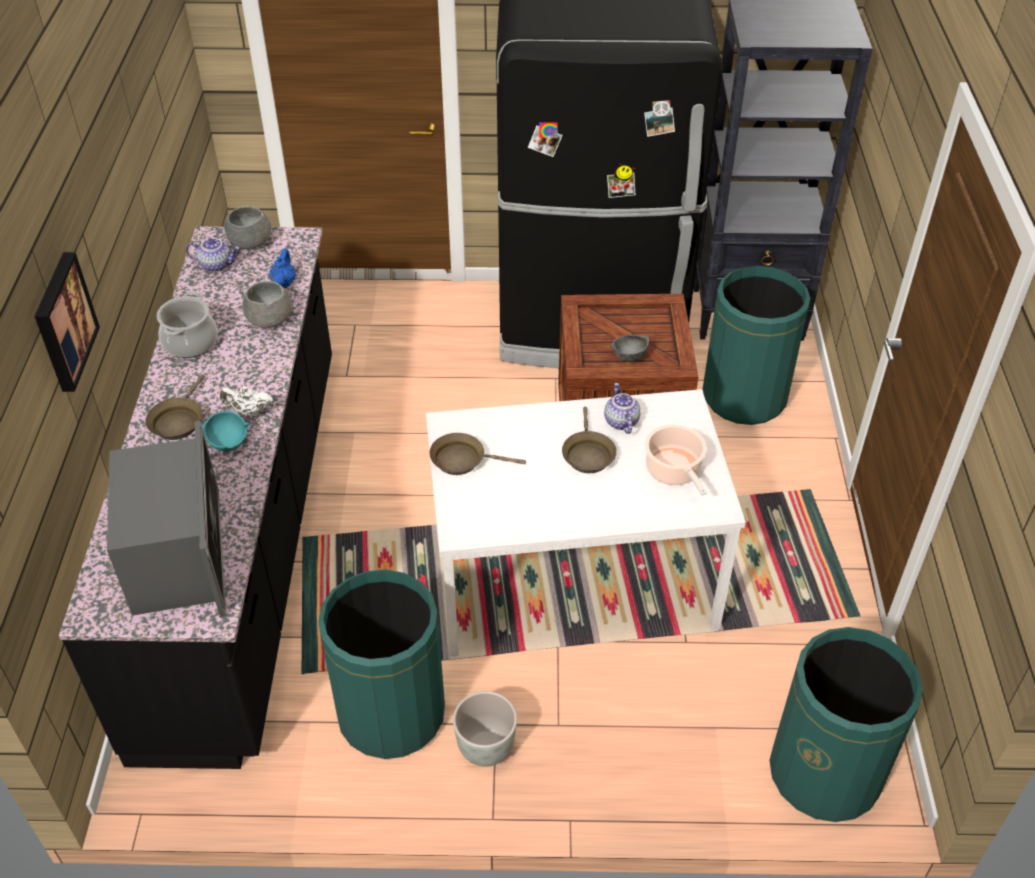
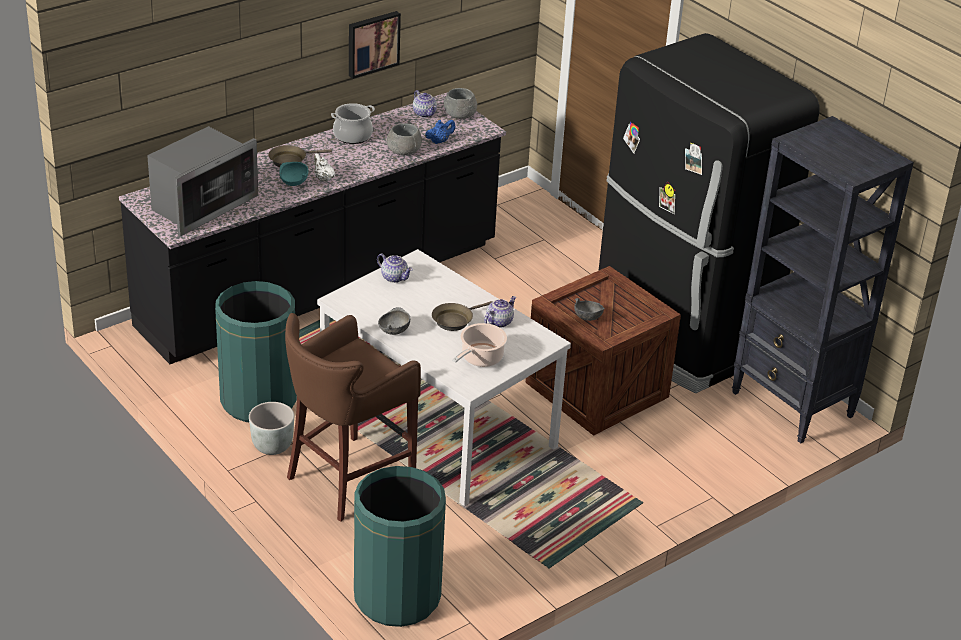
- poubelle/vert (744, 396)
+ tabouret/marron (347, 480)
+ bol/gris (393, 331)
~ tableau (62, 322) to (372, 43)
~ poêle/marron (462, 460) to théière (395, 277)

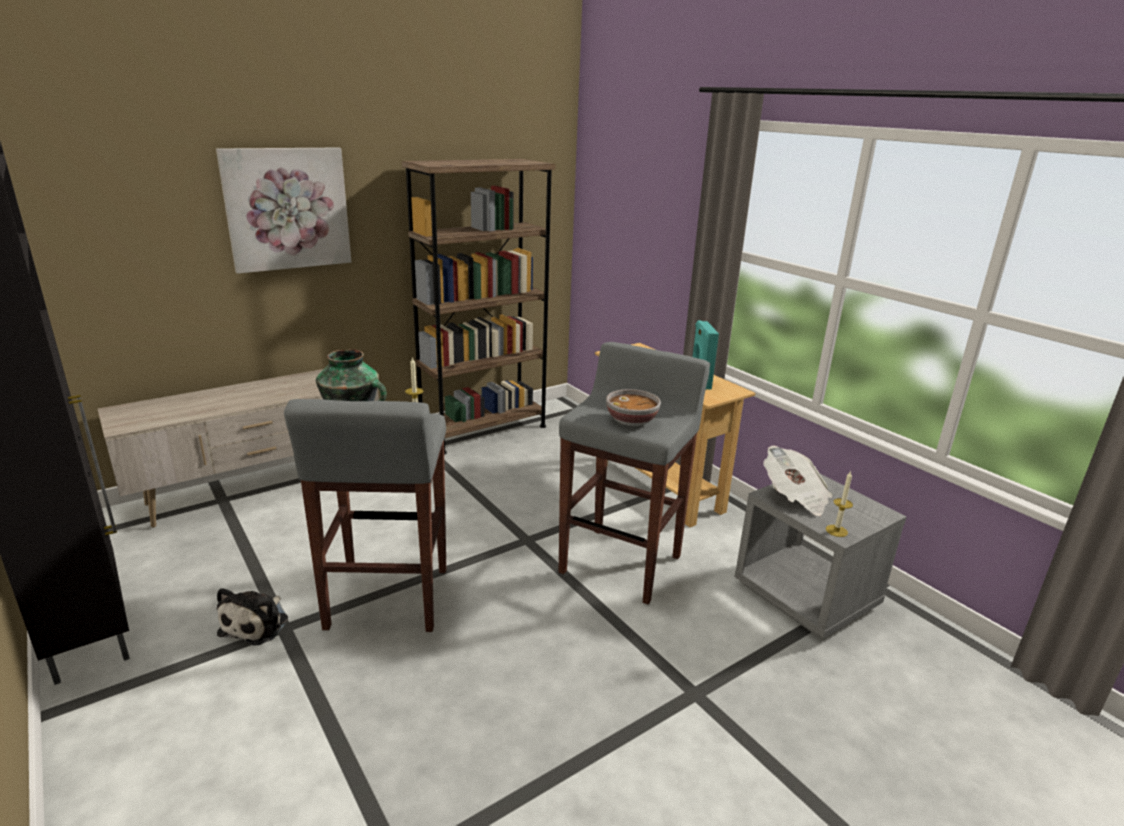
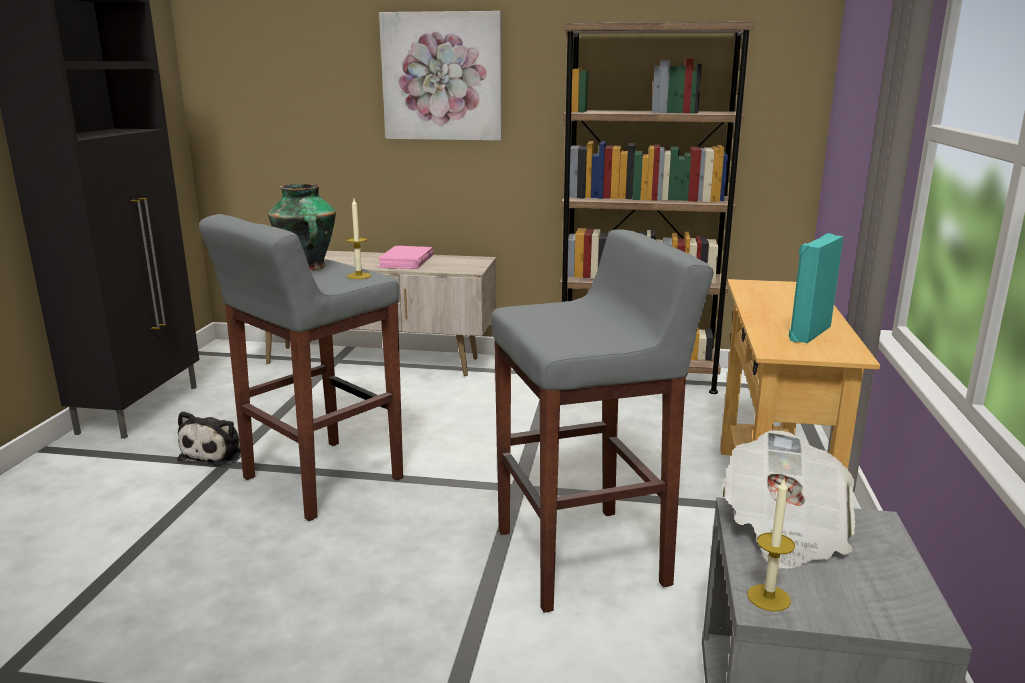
- bol (632, 421)
+ livre/rose (406, 261)
~ peluche (257, 624) = (216, 453) 45 degrees counterclockwise

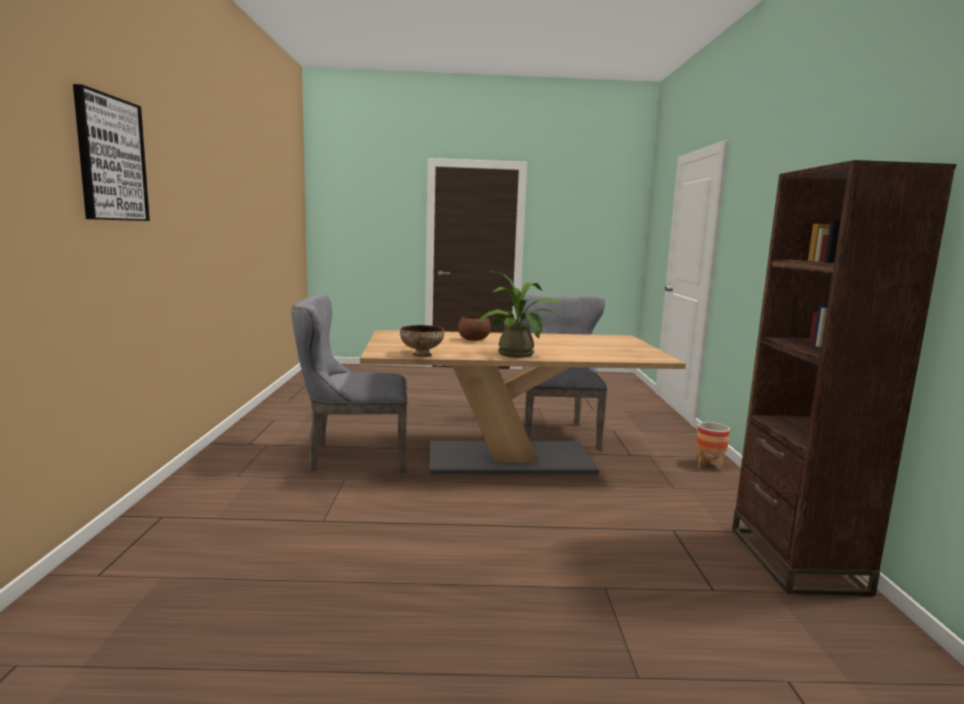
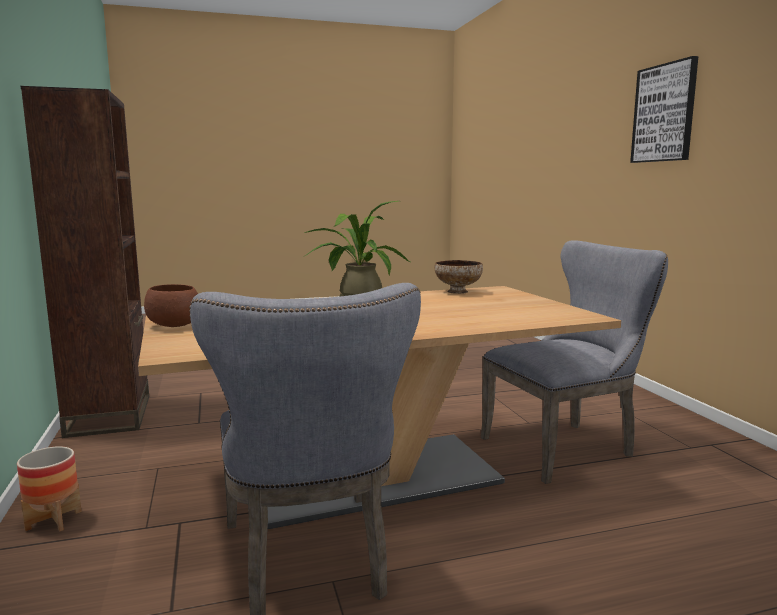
~ bol/marron (473, 339) to (175, 325)

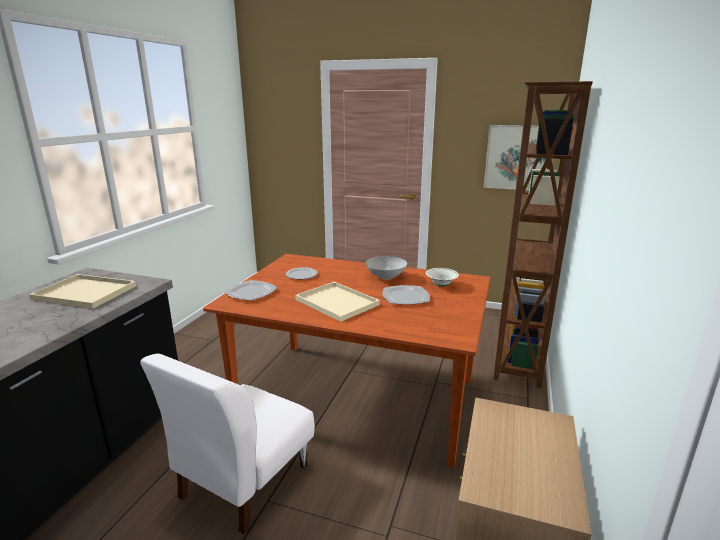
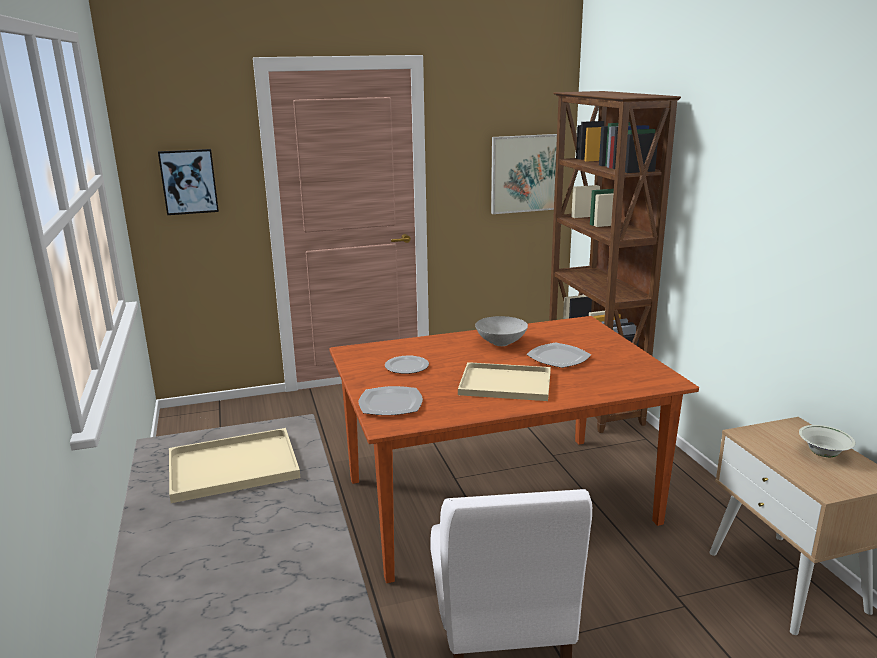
+ tableau (189, 181)
~ bol/blanc (441, 285) to (823, 454)

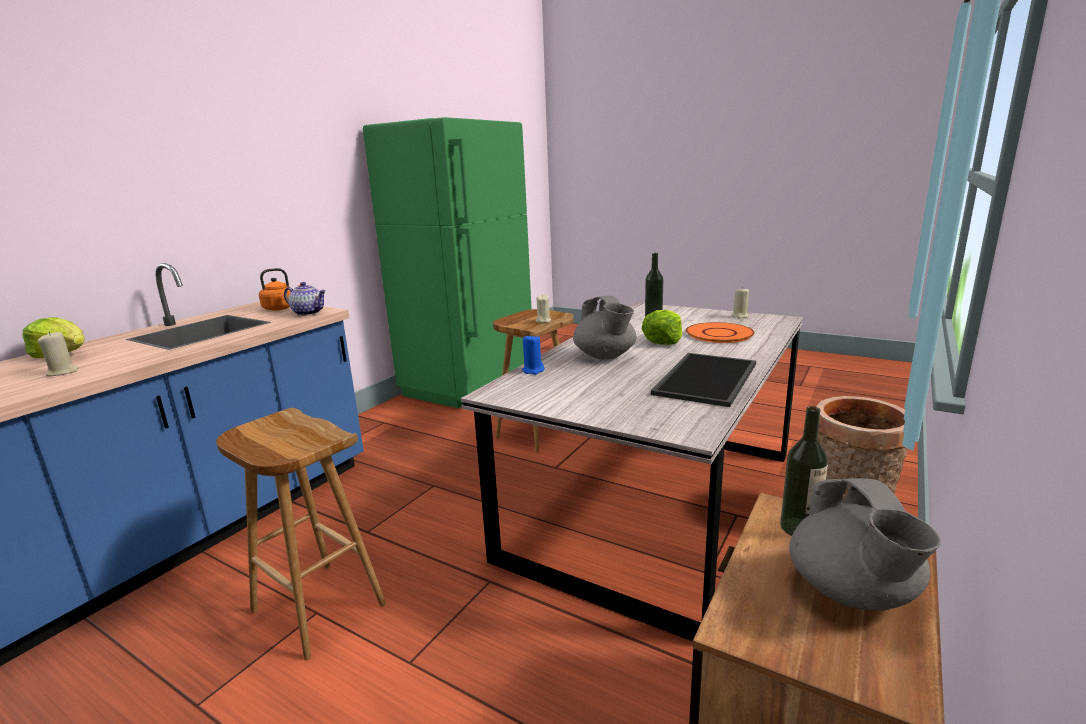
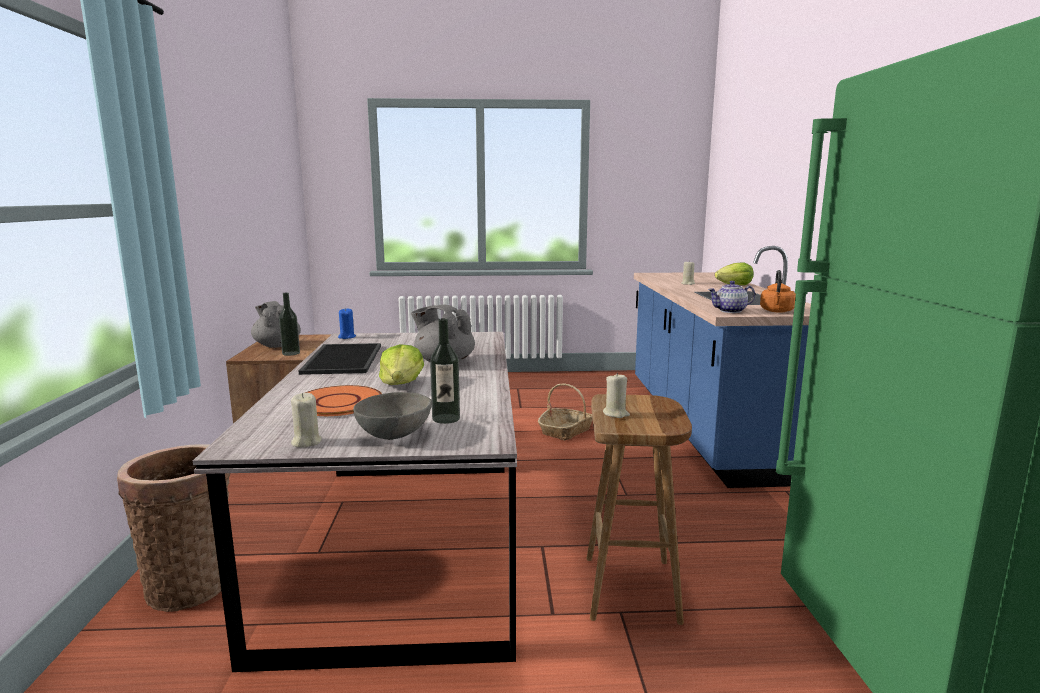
+ bol/gris (395, 434)
~ bougie/bleu (533, 370) to (346, 337)
~ tabouret/marron (316, 607) to panier (566, 431)

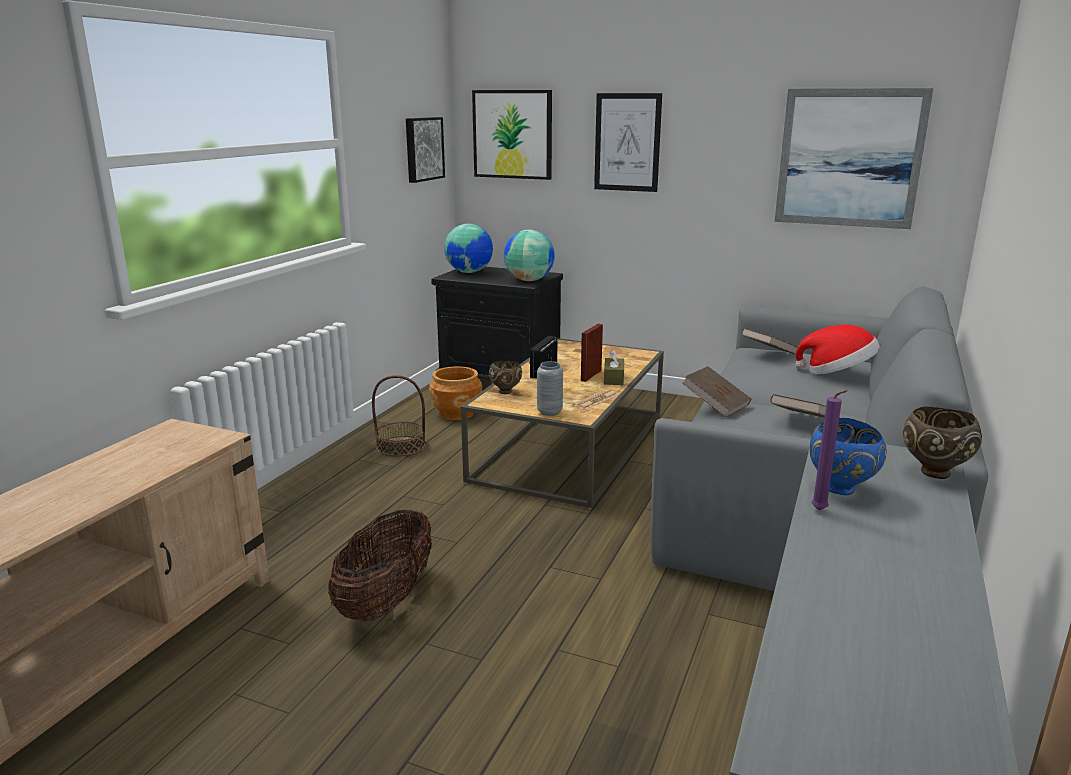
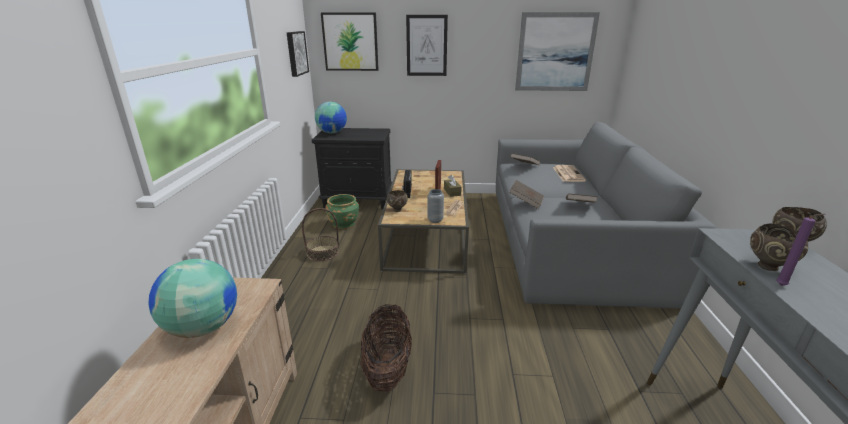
~ globe (528, 280) to (202, 327)
~ chapeau (837, 373) to journal (567, 174)
~ cache-pot/marron (456, 413) to cache-pot/vert (343, 224)
~ bol/bleu (841, 490) to bol/marron (769, 267)

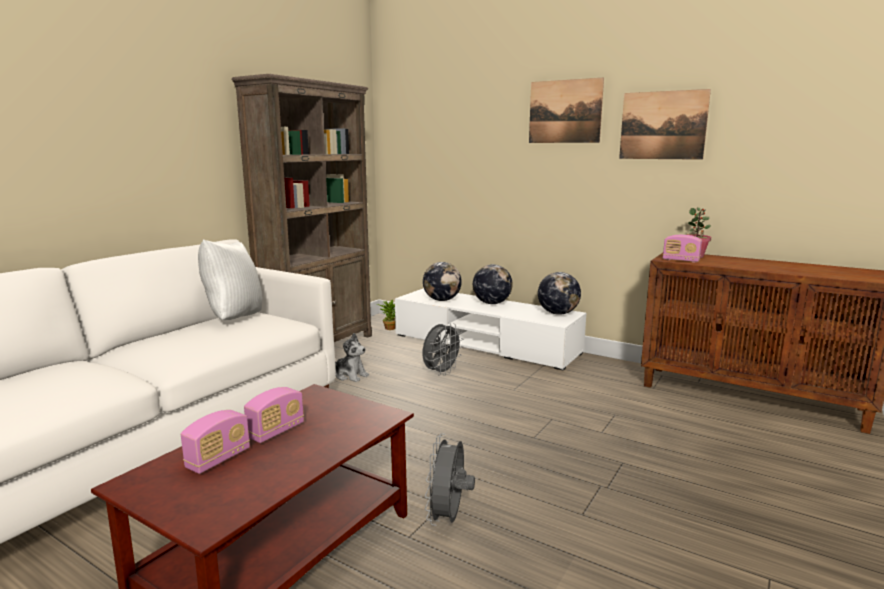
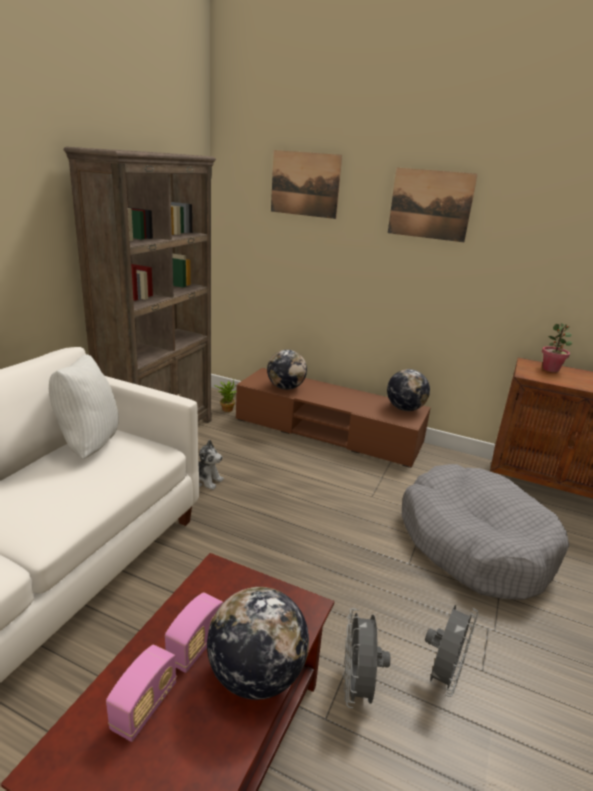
- radio (680, 260)
+ panier pour chien/gris (474, 543)
~ ventilateur/gris (441, 372) to (443, 675)
~ globe (491, 303) to (256, 675)
~ tableau (662, 125) to (305, 184)
~ meuble télé/blanc (485, 344) to meuble télé/marron (328, 432)

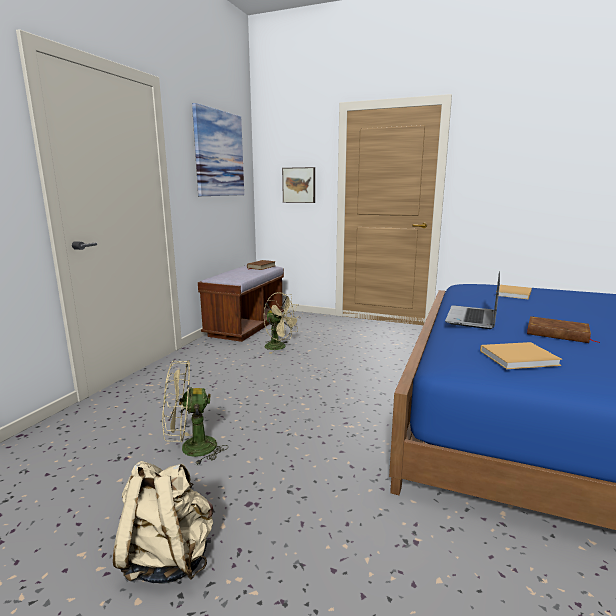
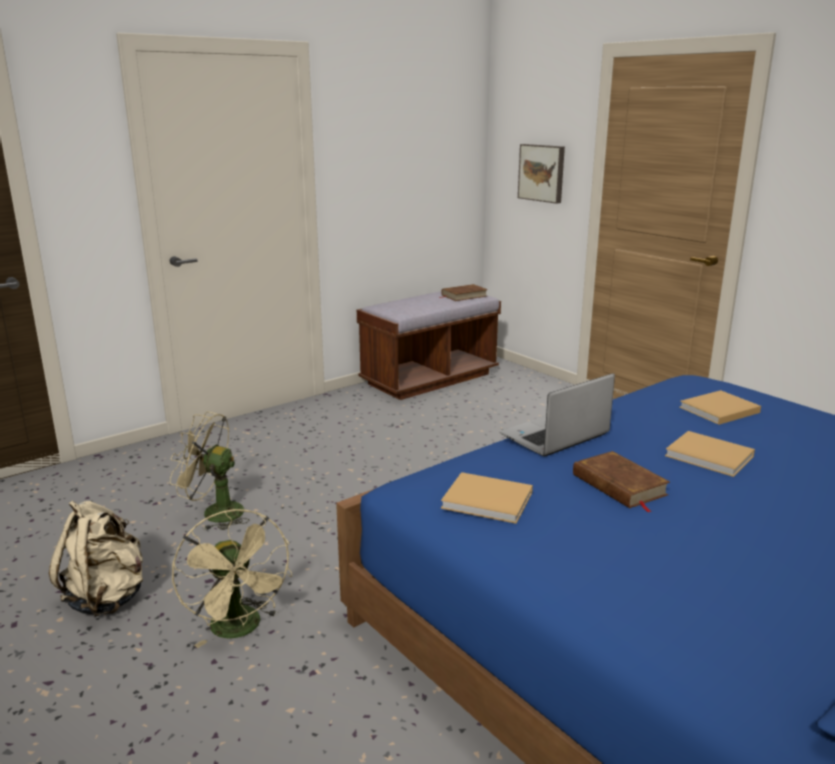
- tableau (219, 154)
+ livre/beige (711, 457)
~ ventilateur/beige (279, 347) to (240, 629)

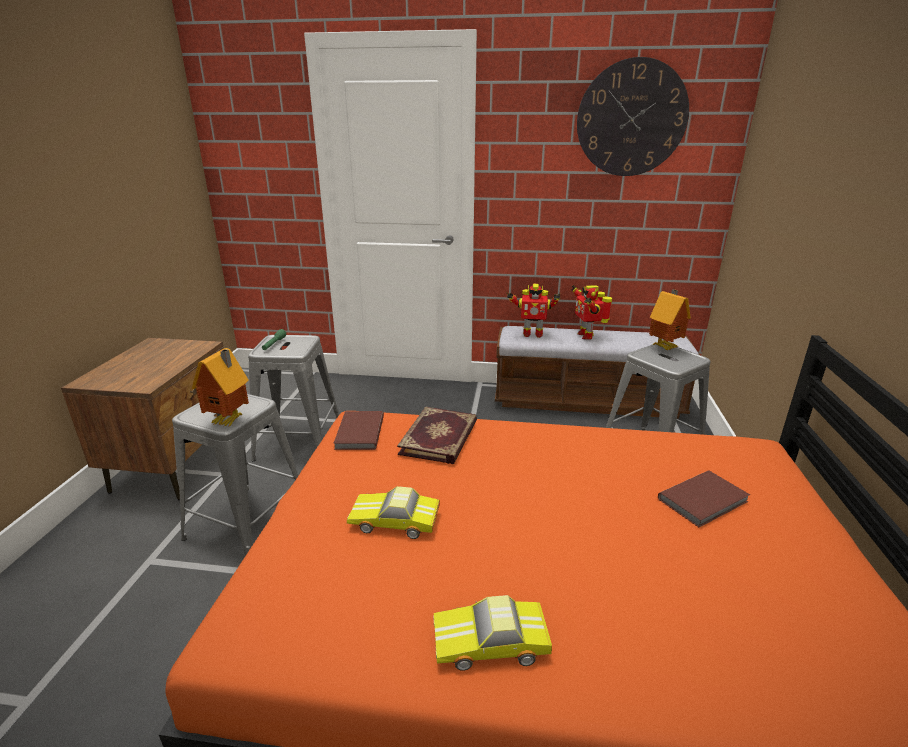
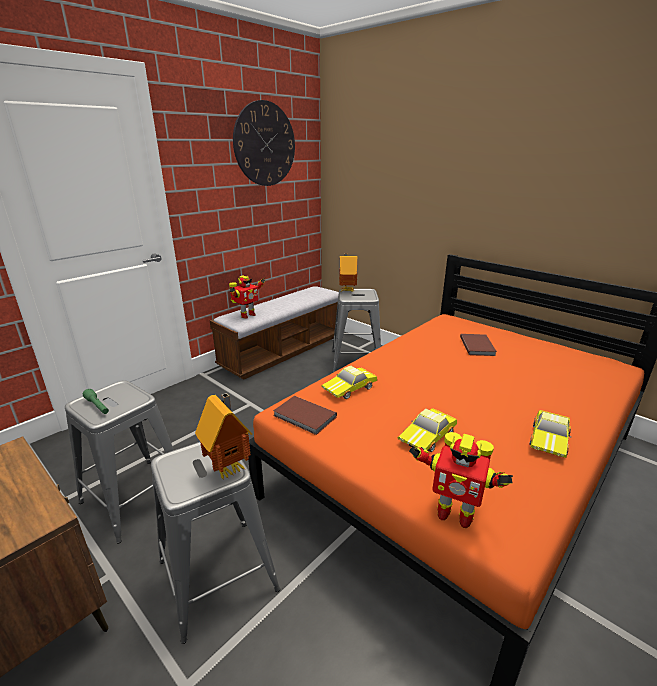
~ robot jouet (586, 335) to (453, 513)
~ livre (440, 438) to petite voiture (350, 388)

